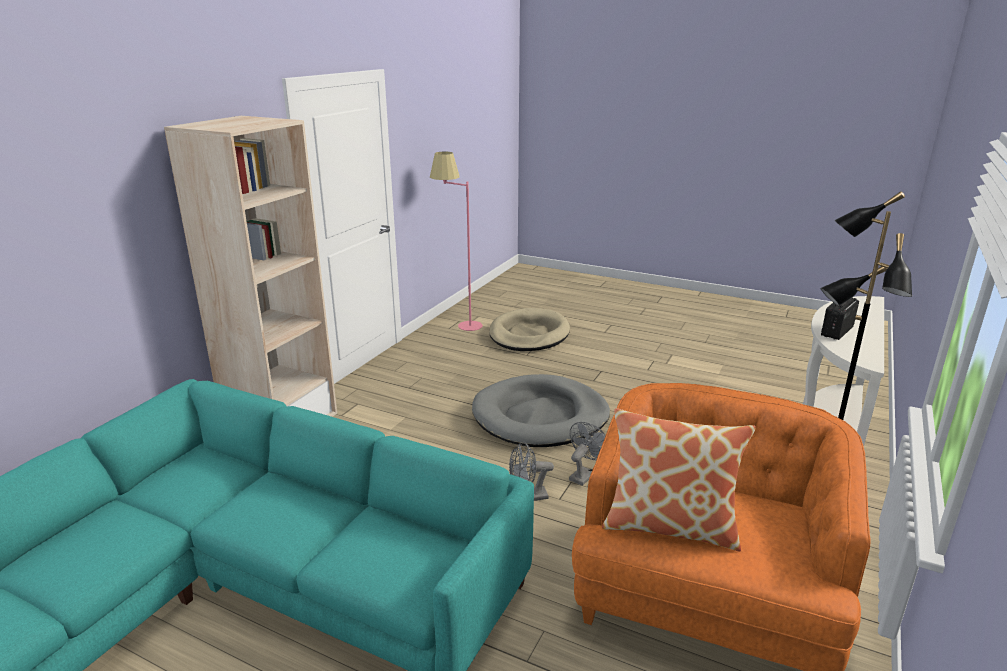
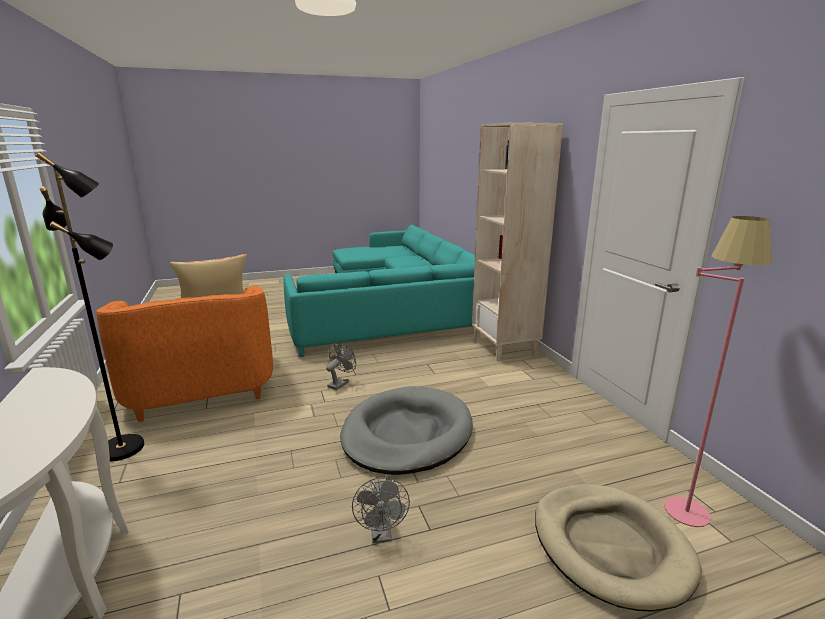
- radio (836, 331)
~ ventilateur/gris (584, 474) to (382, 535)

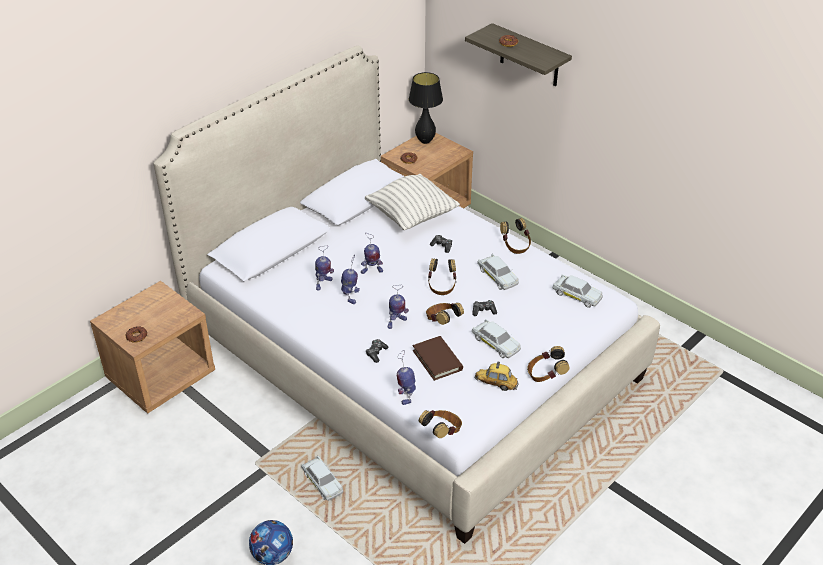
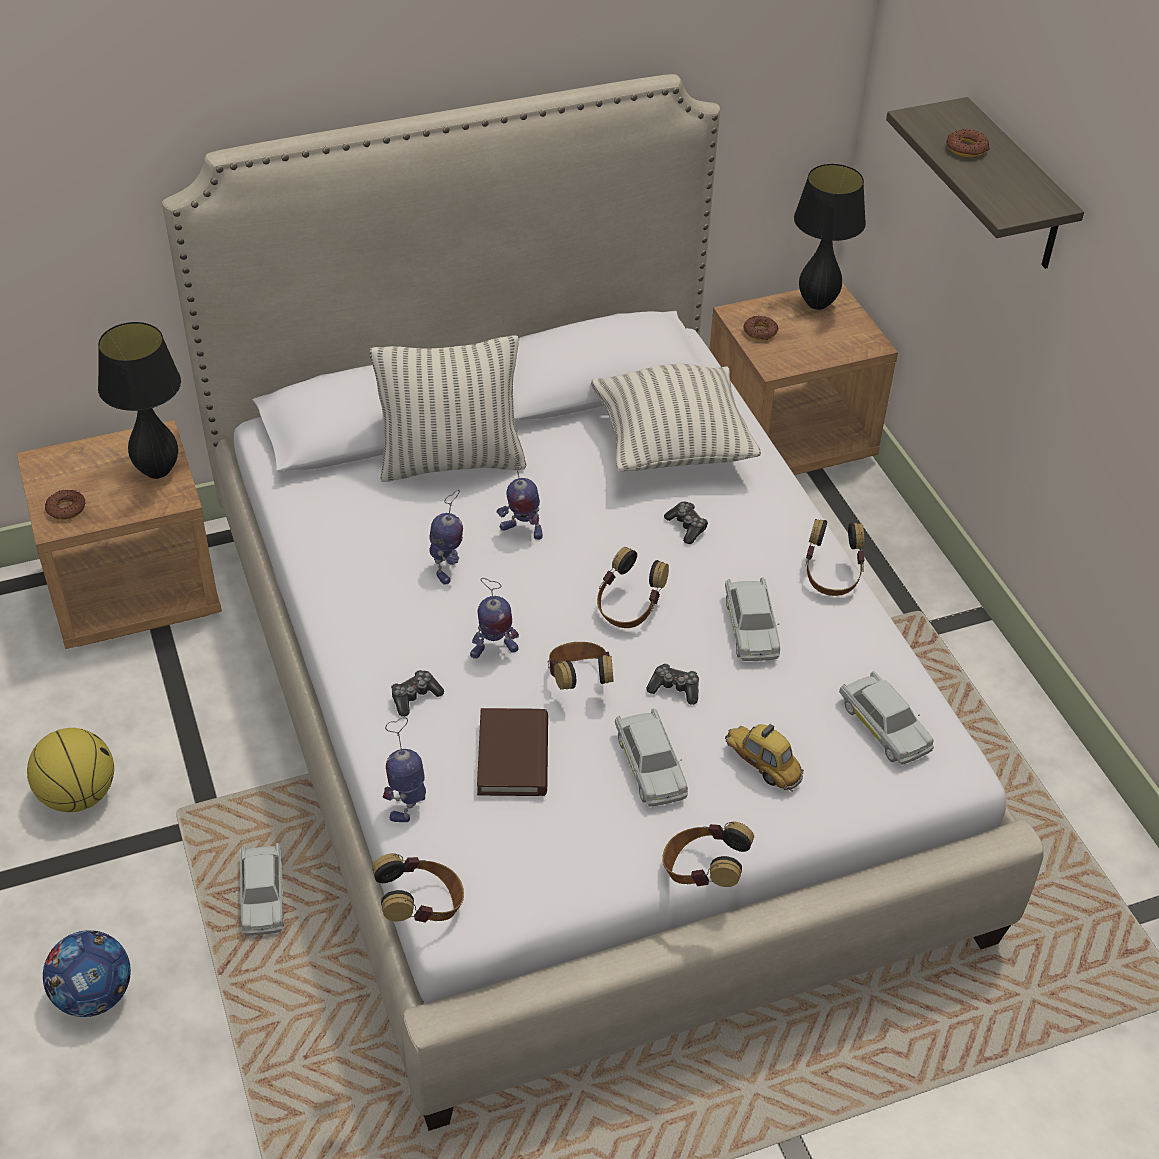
- robot jouet (323, 284)
+ ballon de basket (78, 794)
+ lampe de table/noir (157, 472)
+ coussin (451, 462)
~ petite voiture (496, 384) to (761, 765)

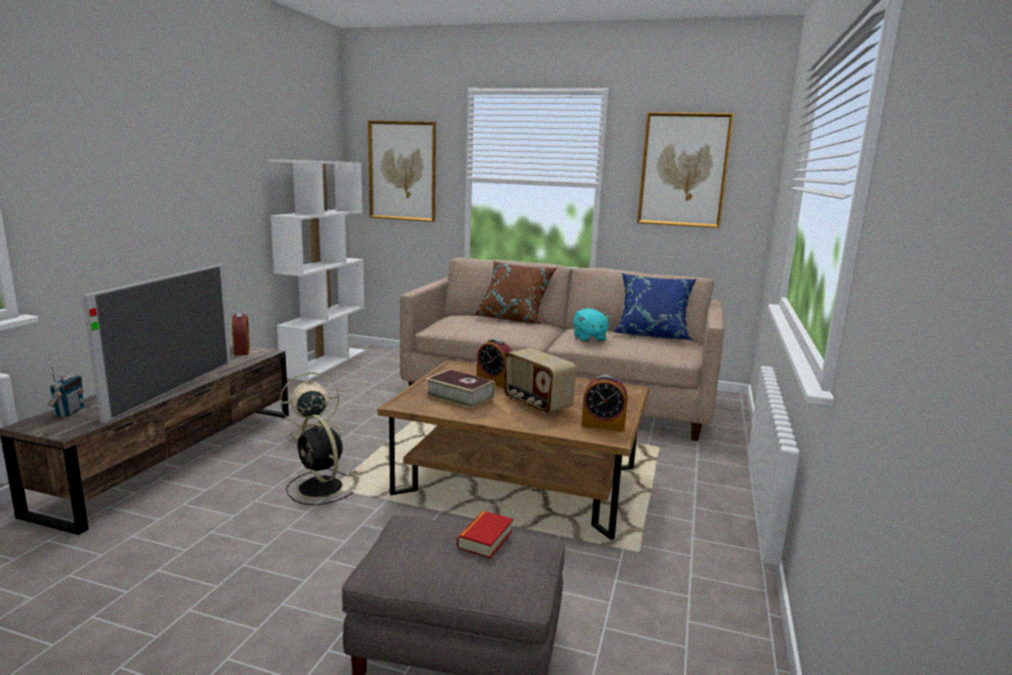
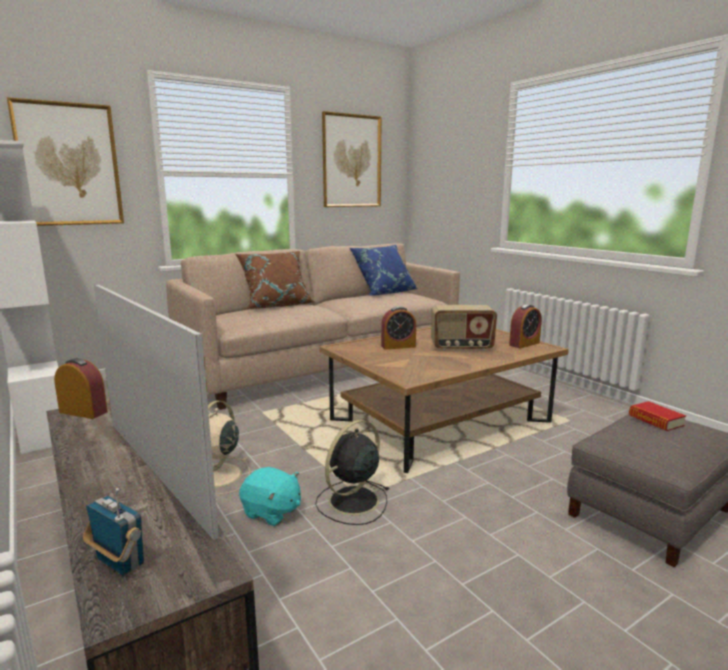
- livre (460, 396)
~ peluche/turquoise (589, 338) to (271, 512)
~ ventilateur/noir (322, 488) = (352, 502) 135 degrees clockwise

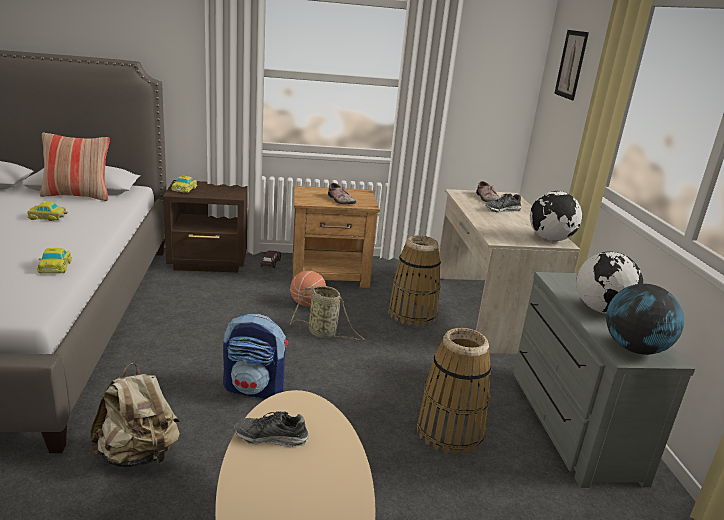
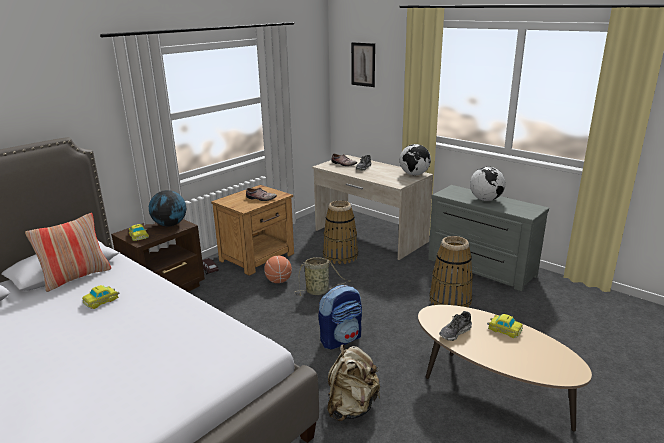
~ petite voiture (55, 266) to (504, 329)
~ globe (635, 349) to (170, 225)

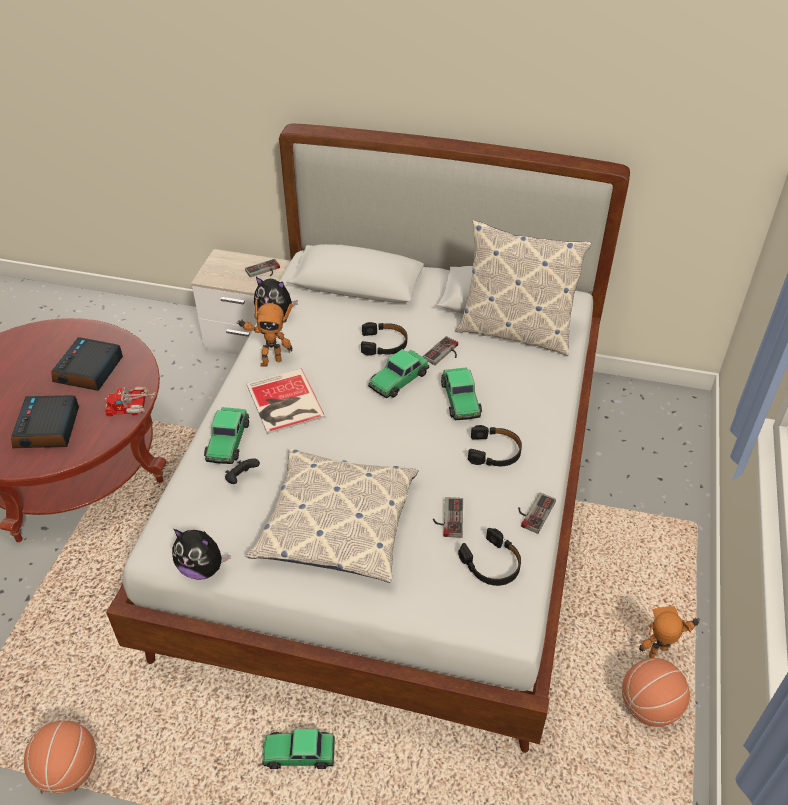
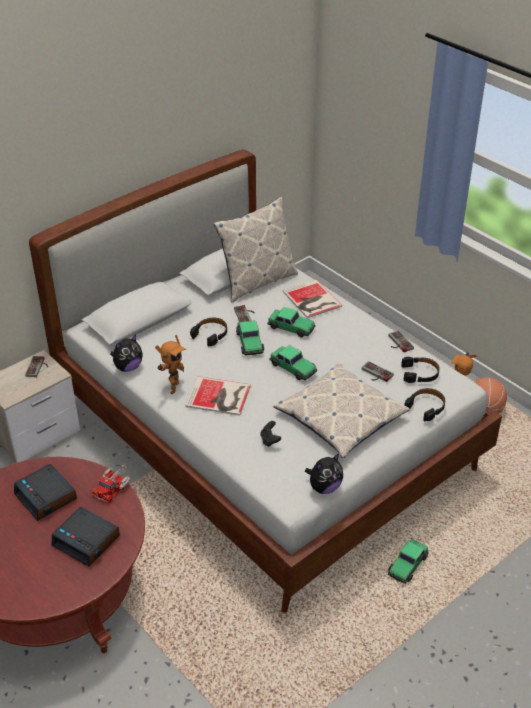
- ballon de basket (68, 771)
+ livre (311, 300)
~ petite voiture (228, 441) to (293, 367)
~ casque audio/noir (494, 452) to (426, 407)

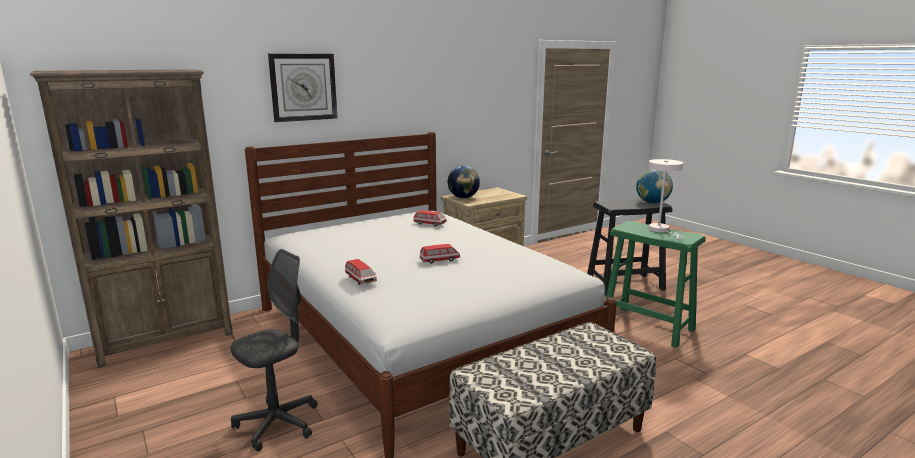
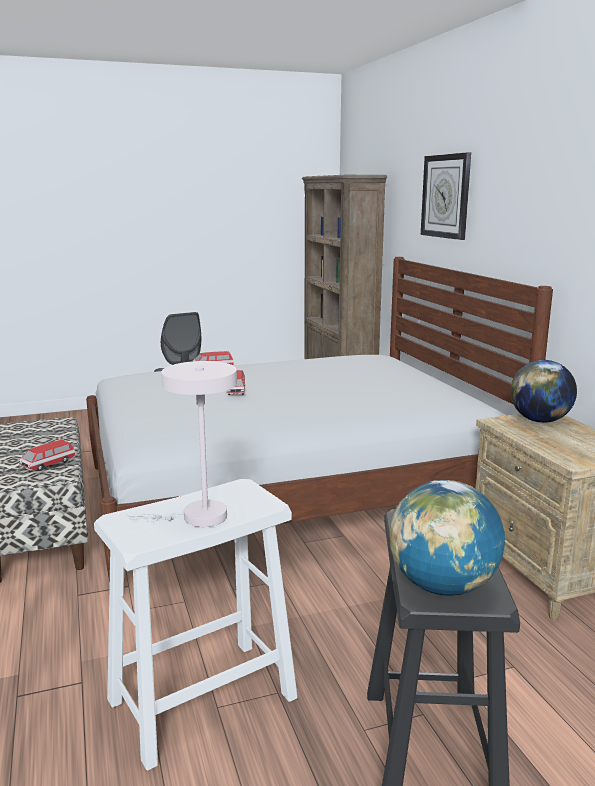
~ petite voiture (430, 224) to (48, 464)
~ tabouret/vert (648, 326) to tabouret/blanc (201, 699)

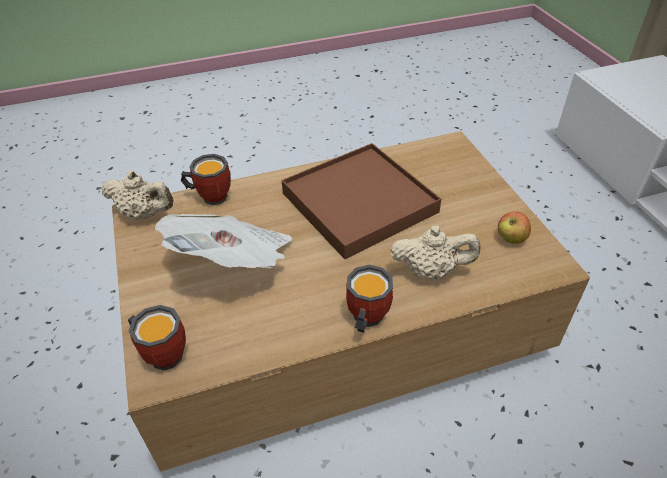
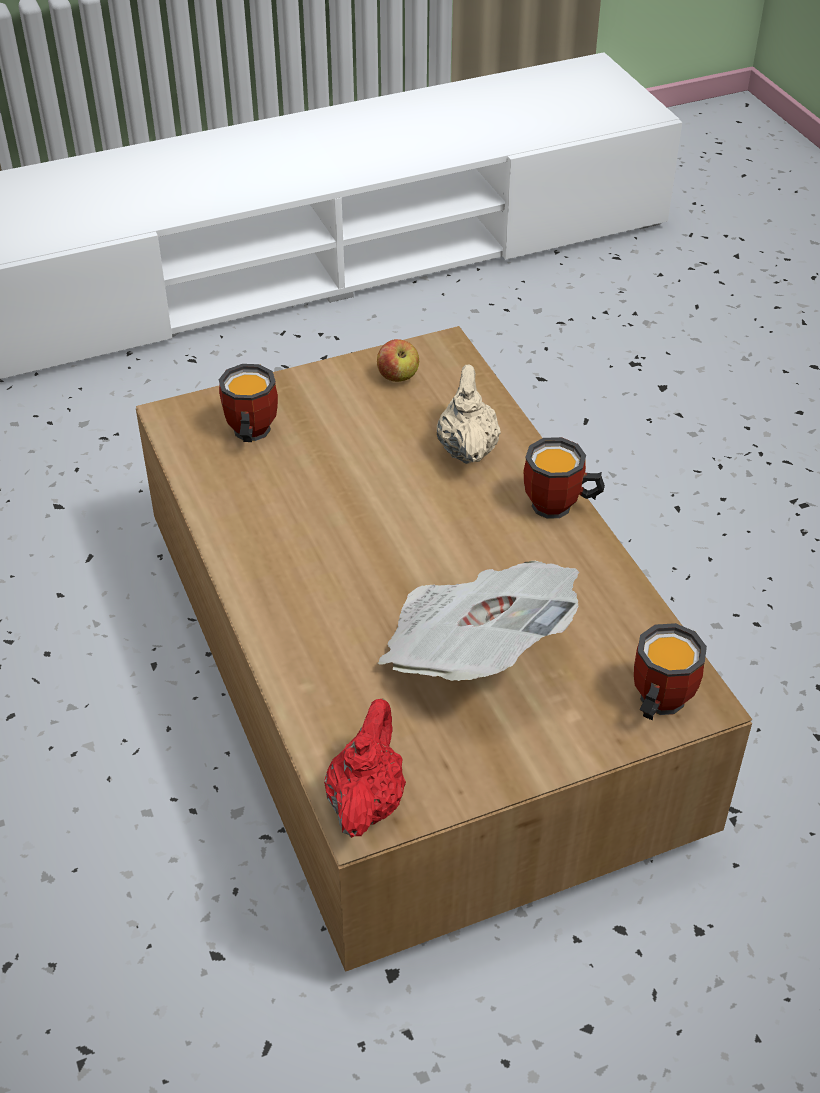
- plateau/marron (359, 202)
~ mug (210, 195) to (248, 434)
~ théière/beige (144, 214) to théière/rouge (366, 801)

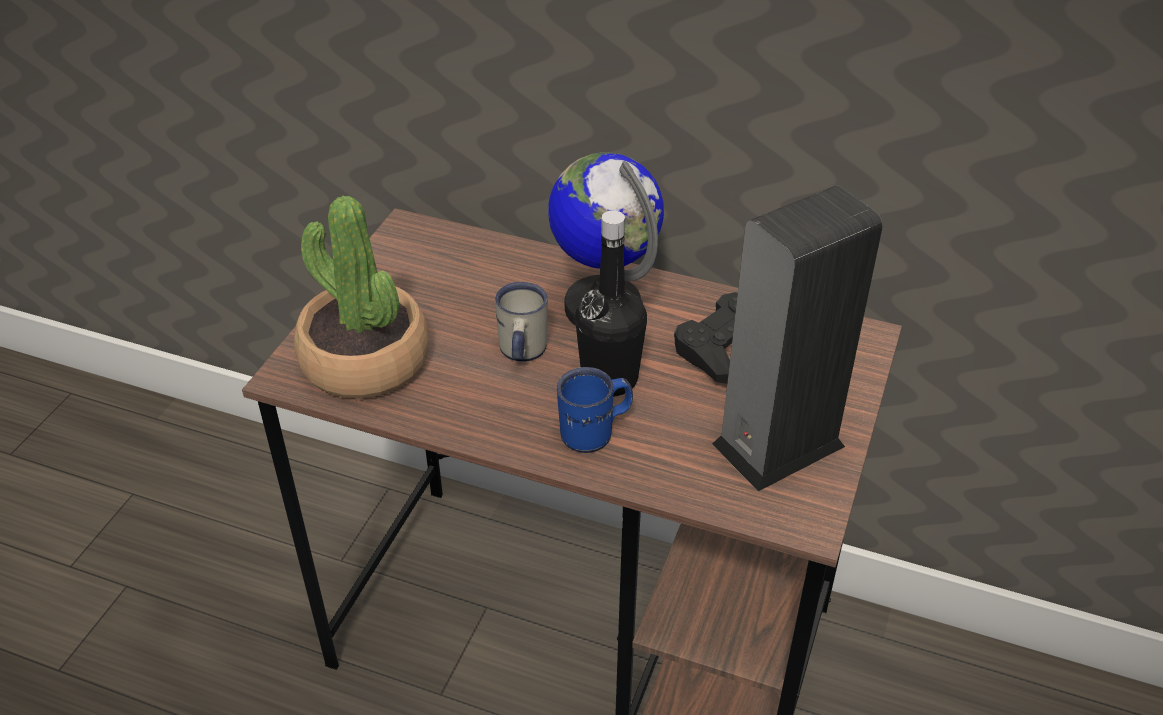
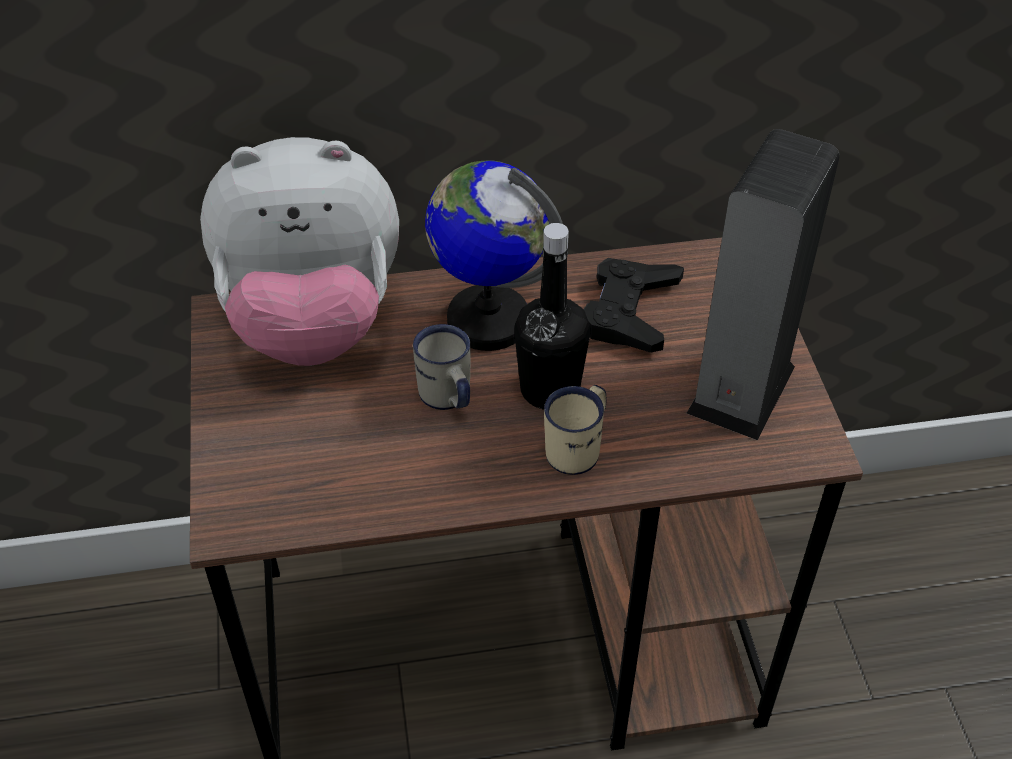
- plante en pot (365, 361)
+ peluche (313, 324)
~ mug/bleu (595, 432) to mug/beige (578, 448)

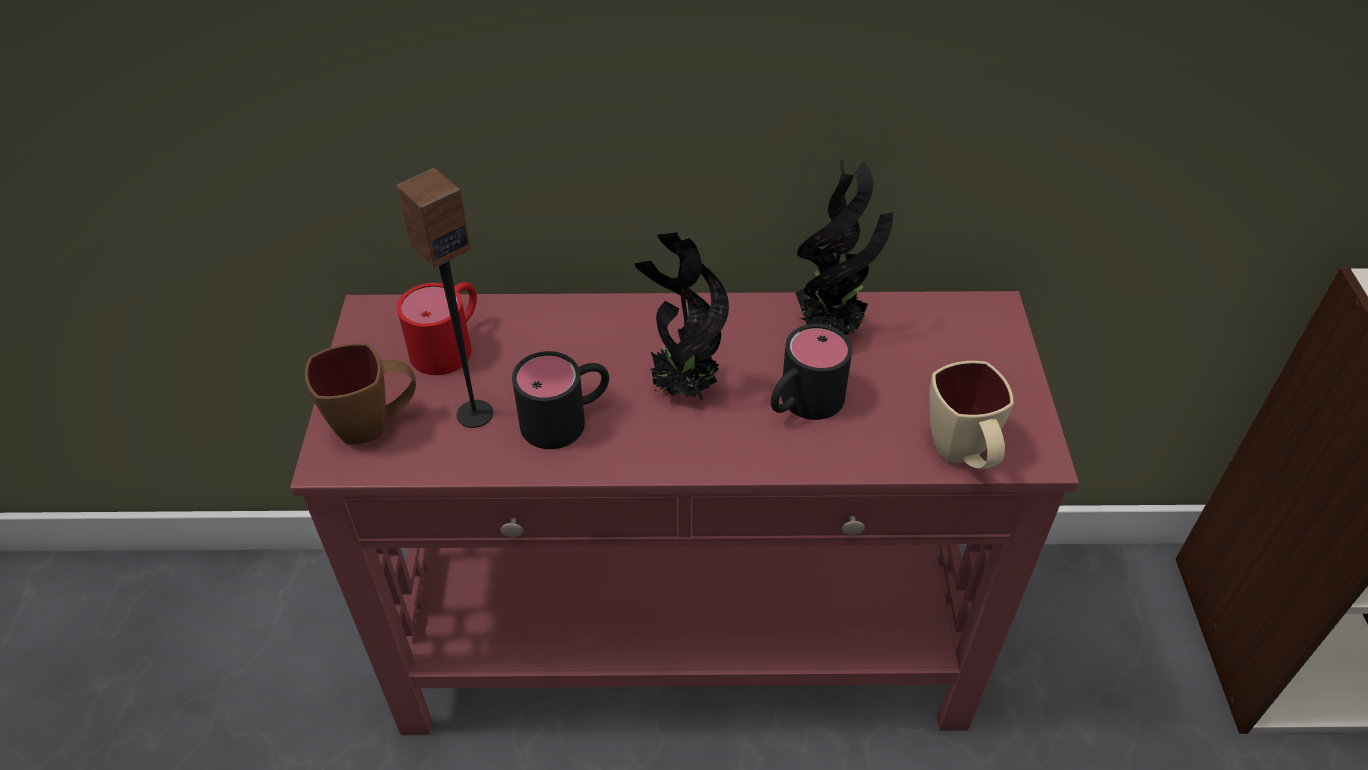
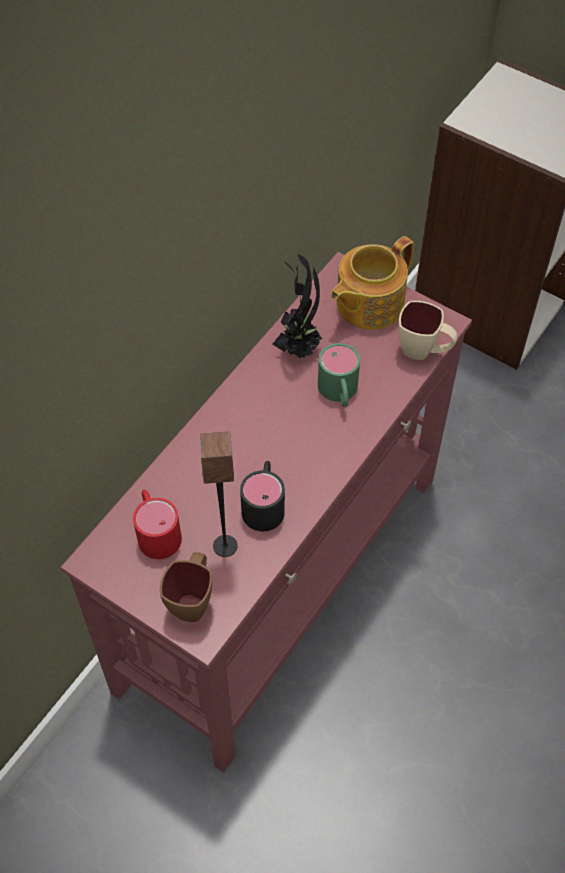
- plante en pot (680, 389)
+ théière (368, 304)
~ mug/noir (802, 403) to mug/vert (339, 393)

